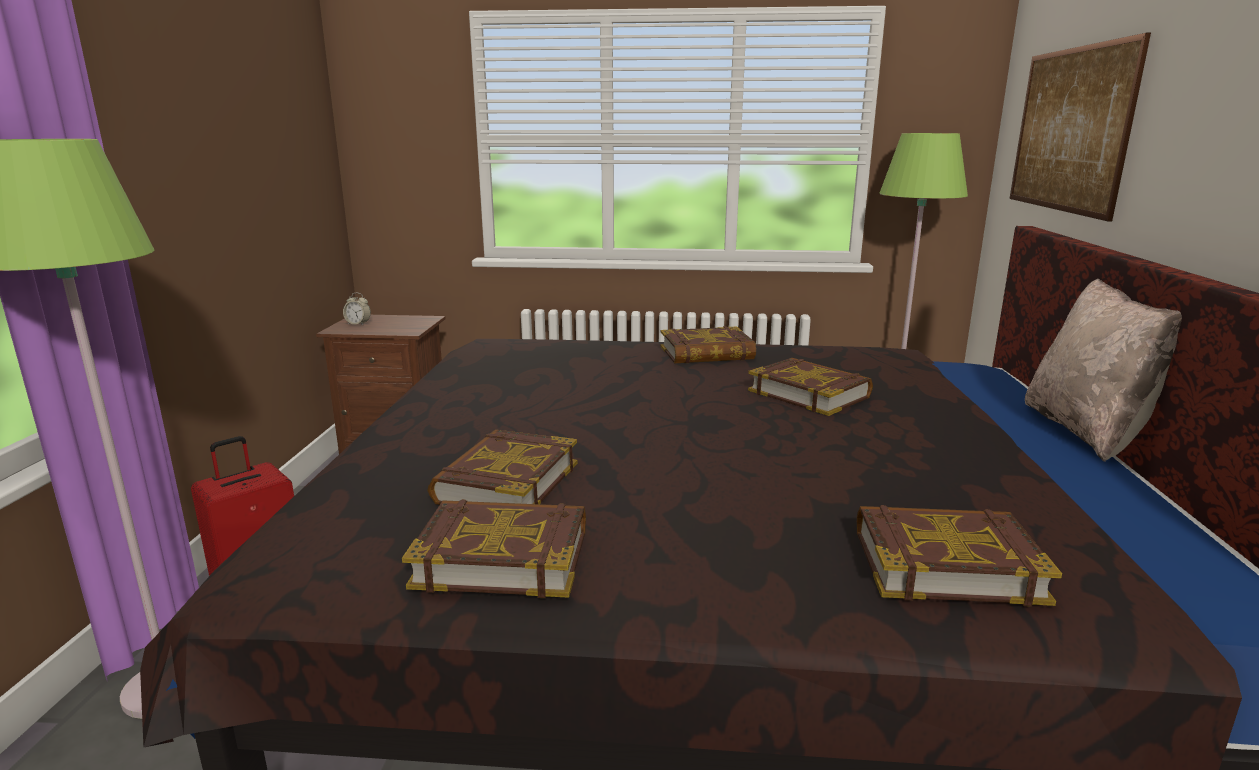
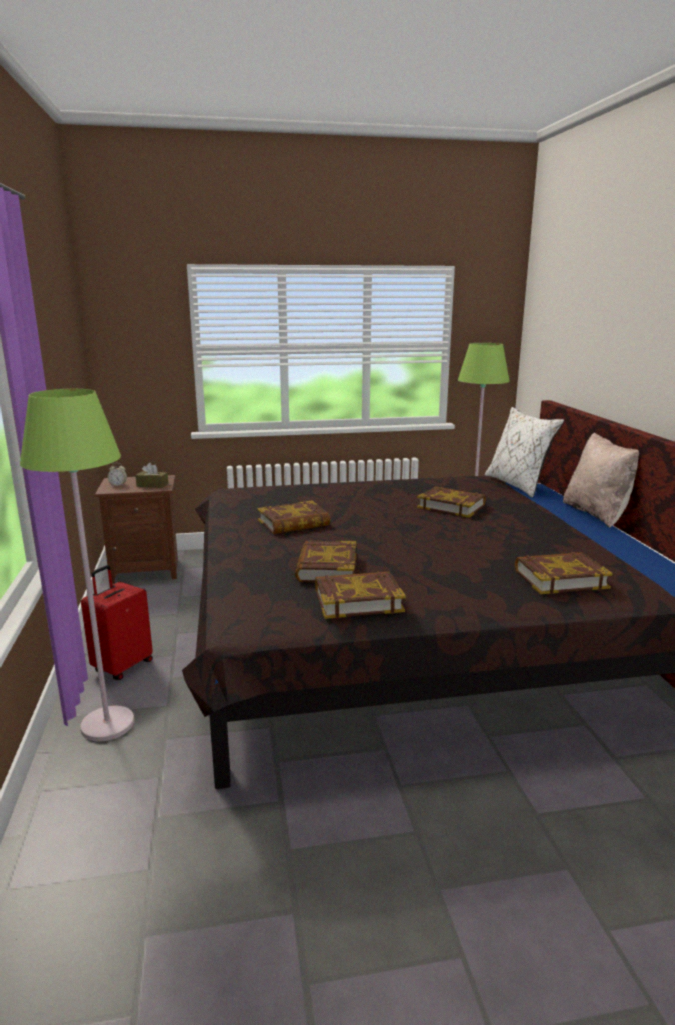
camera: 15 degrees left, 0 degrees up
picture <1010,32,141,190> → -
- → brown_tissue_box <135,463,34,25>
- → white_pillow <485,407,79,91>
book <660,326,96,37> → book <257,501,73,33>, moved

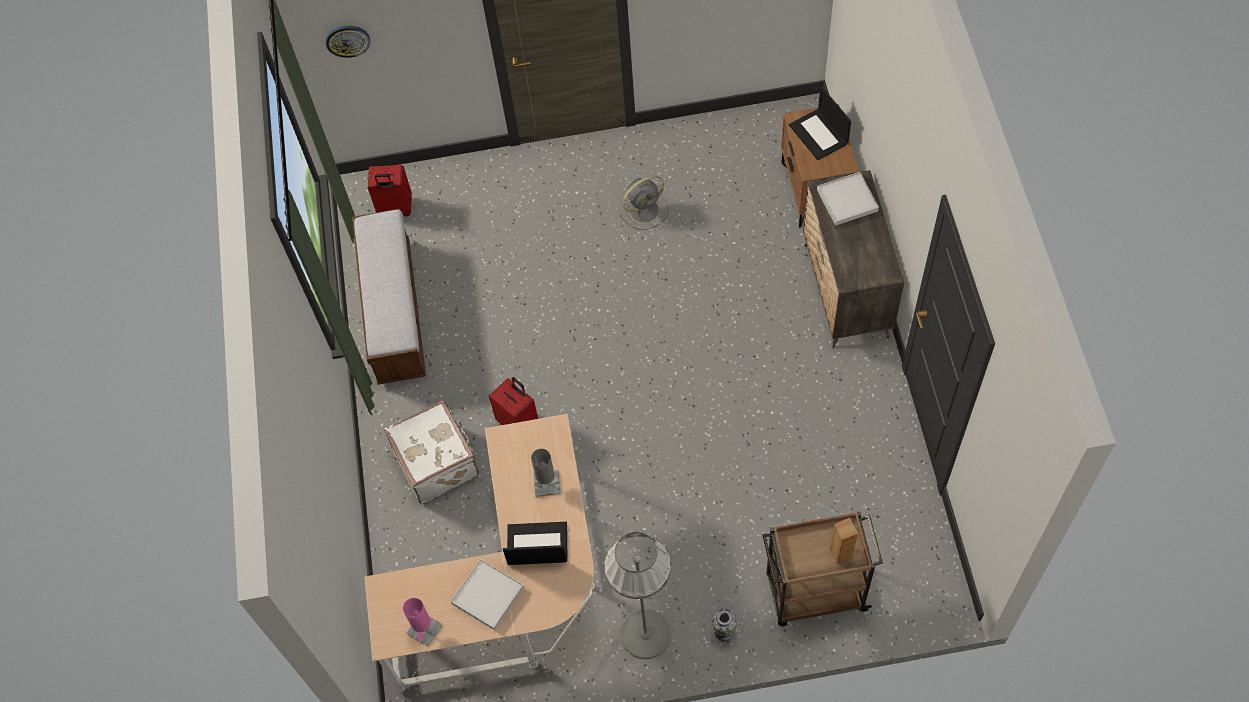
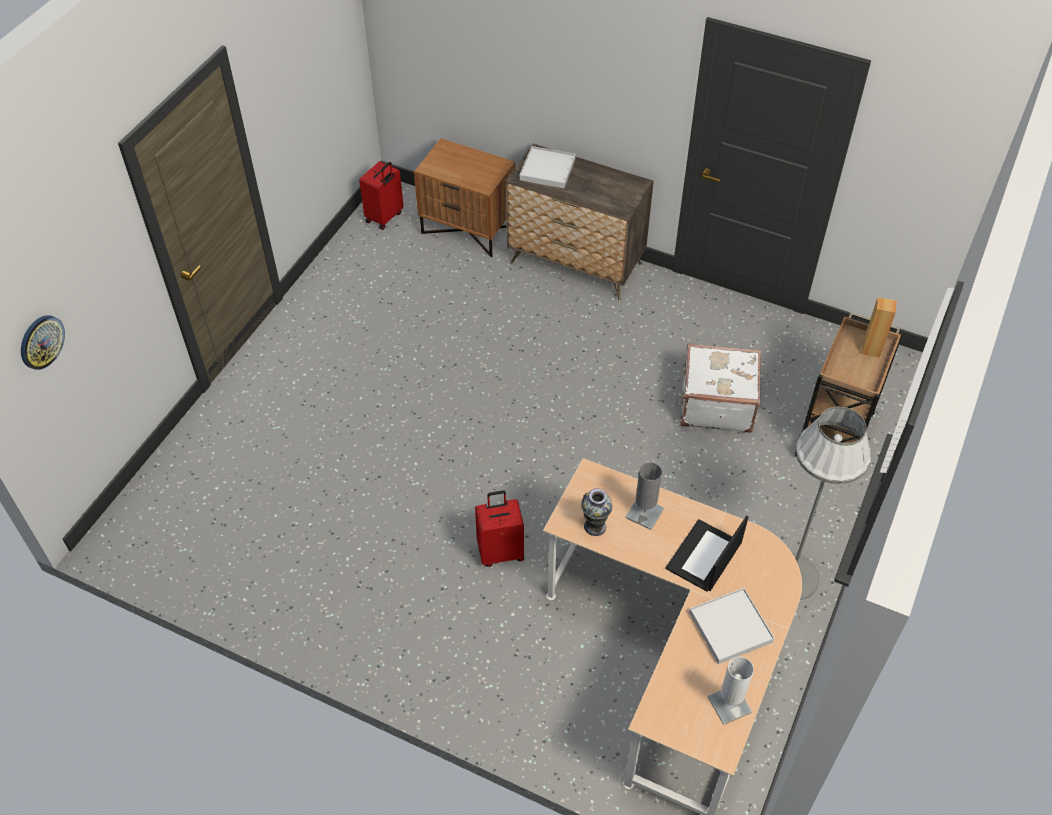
camera: 60 degrees left, 10 degrees down
bench <352,209,74,176> → -
grey_fan <619,176,49,54> → -
laptop <789,87,62,73> → -
red_suitcase <368,165,44,51> → red_suitcase <359,161,45,69>, moved
white_suitcase <384,400,95,104> → white_suitcase <680,343,81,90>, moved
vase <712,608,26,33> → vase <581,489,31,47>, moved
pink_table_lamp <403,598,40,49> → white_table_lamp <708,657,46,68>

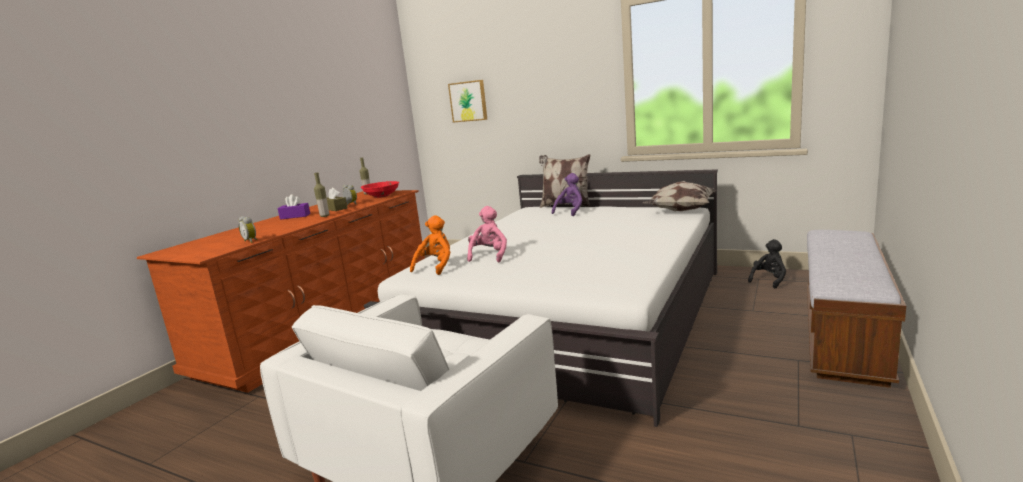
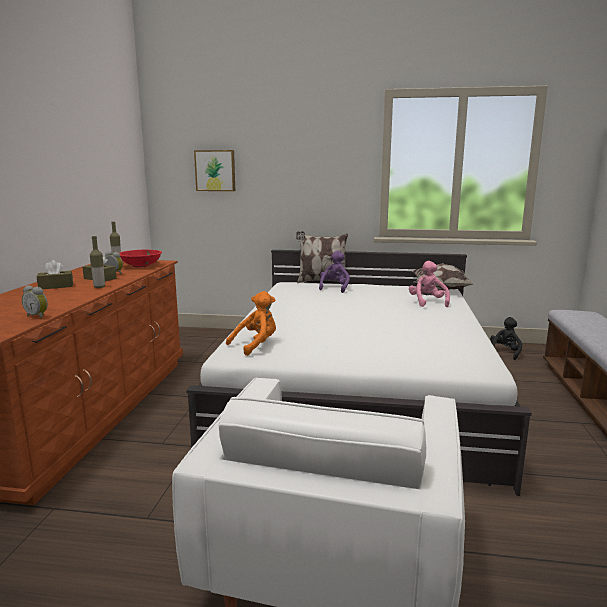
camera: 20 degrees left, 0 degrees up
pink_plush_toy <467,206,40,56> → pink_plush_toy <409,261,41,46>, moved
purple_tissue_box <278,194,32,26> → brown_tissue_box <37,260,36,29>
orange_plush_toy <410,215,41,60> → orange_plush_toy <226,291,50,65>, 45 degrees clockwise

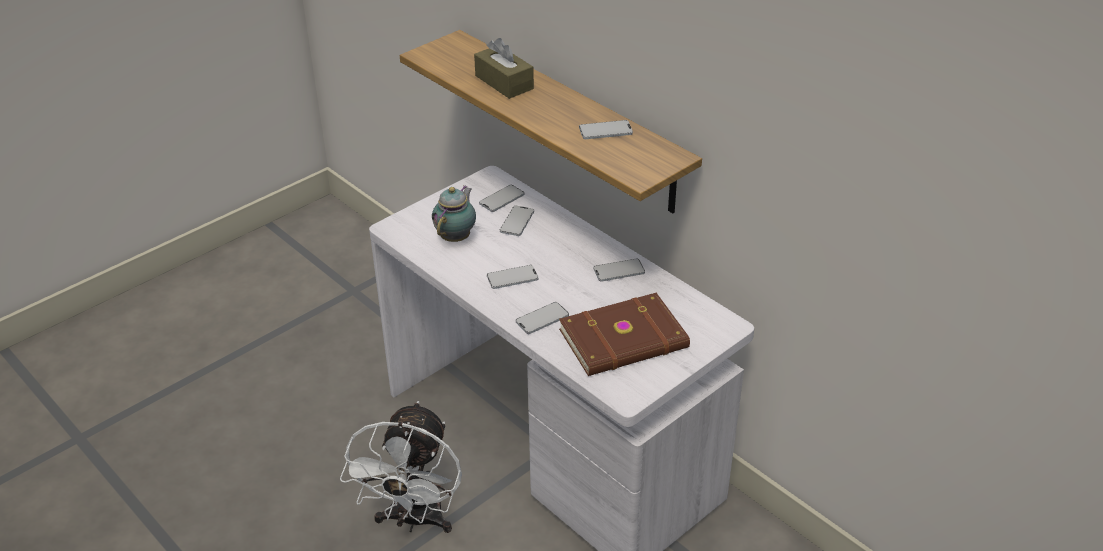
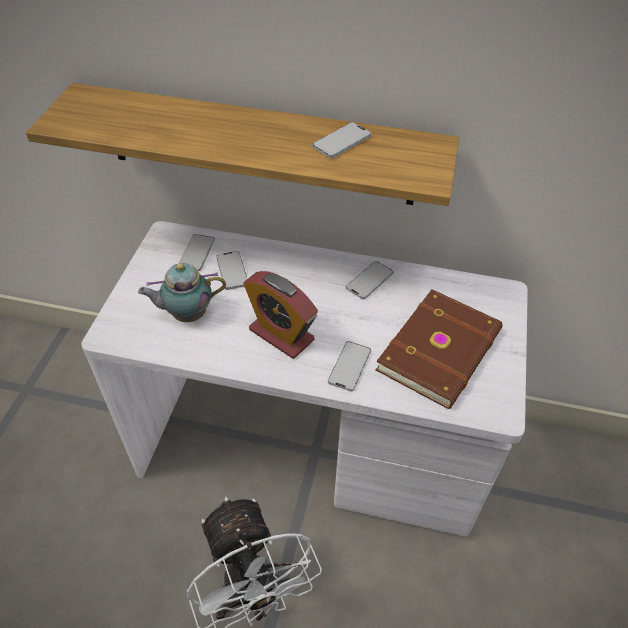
camera: 35 degrees left, 10 degrees up
brown_tissue_box <474,38,60,61> → -
phone <487,265,51,24> → alarm_clock <244,271,74,88>
teapot <432,186,44,56> → teapot <138,263,88,59>, 90 degrees counterclockwise

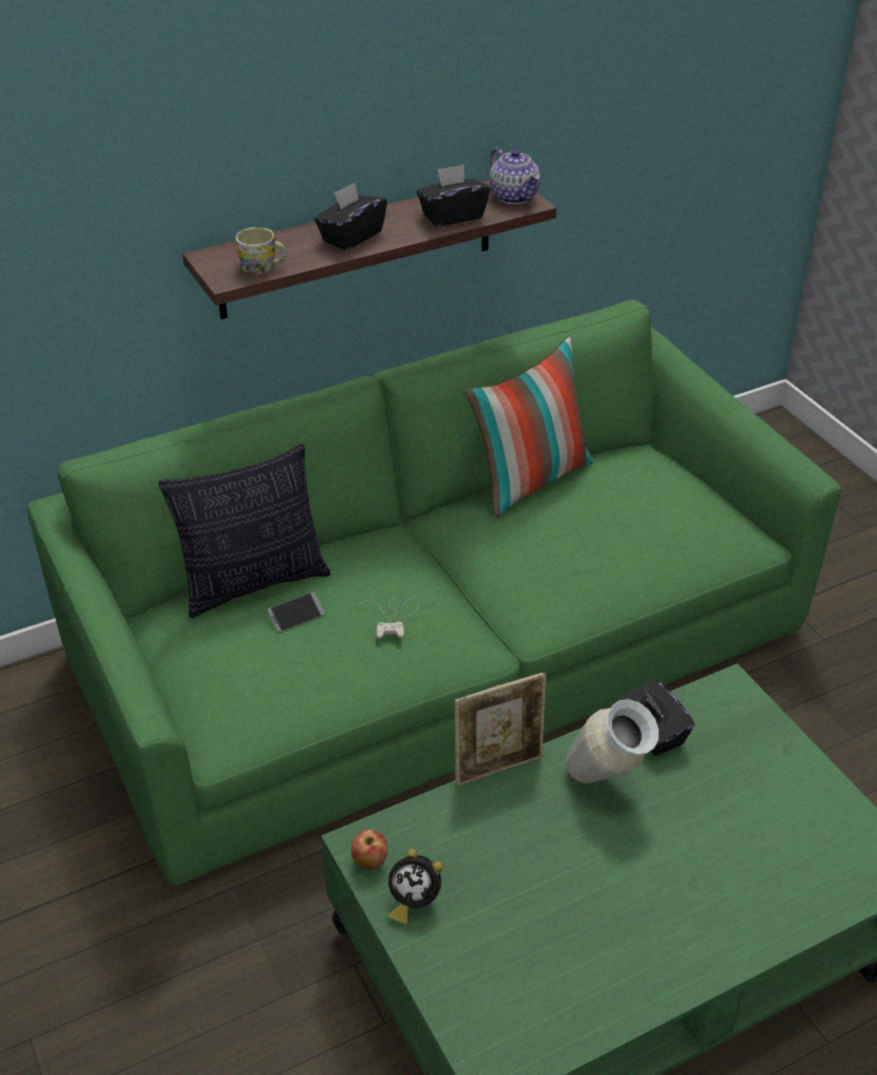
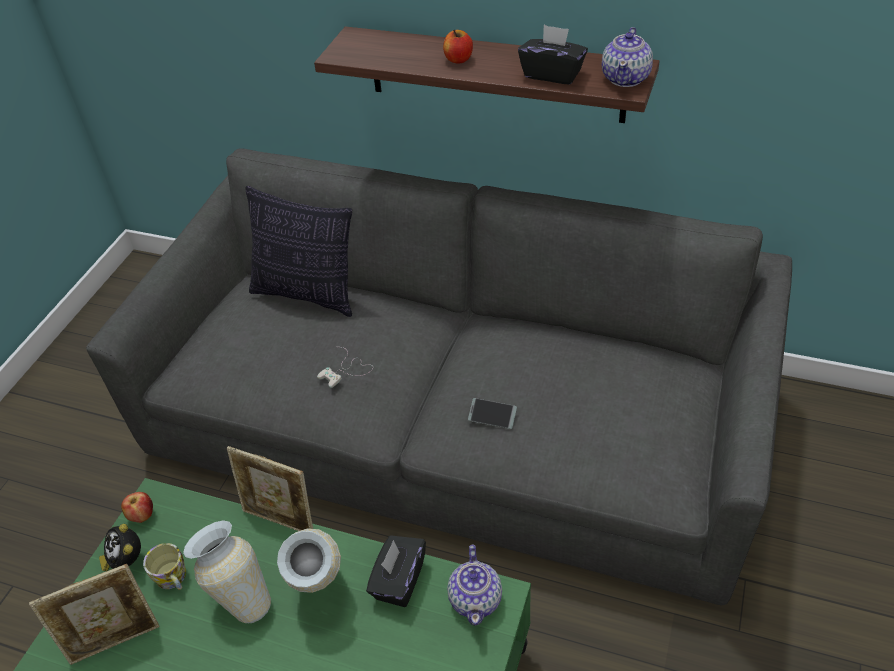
camera: 50 degrees right, 5 degrees up
pillow <465,337,129,180> → -
- → picture_frame <29,564,131,101>
- → vase <183,521,88,102>
- → teapot <447,545,55,81>
mug <235,227,52,47> → mug <143,543,43,47>, moved
phone <268,592,57,40> → phone <468,398,49,31>, moved
black_tissue_box <314,182,73,68> → apple <443,30,30,34>
green_sofa <27,300,815,586> → grey_sofa <86,148,706,457>

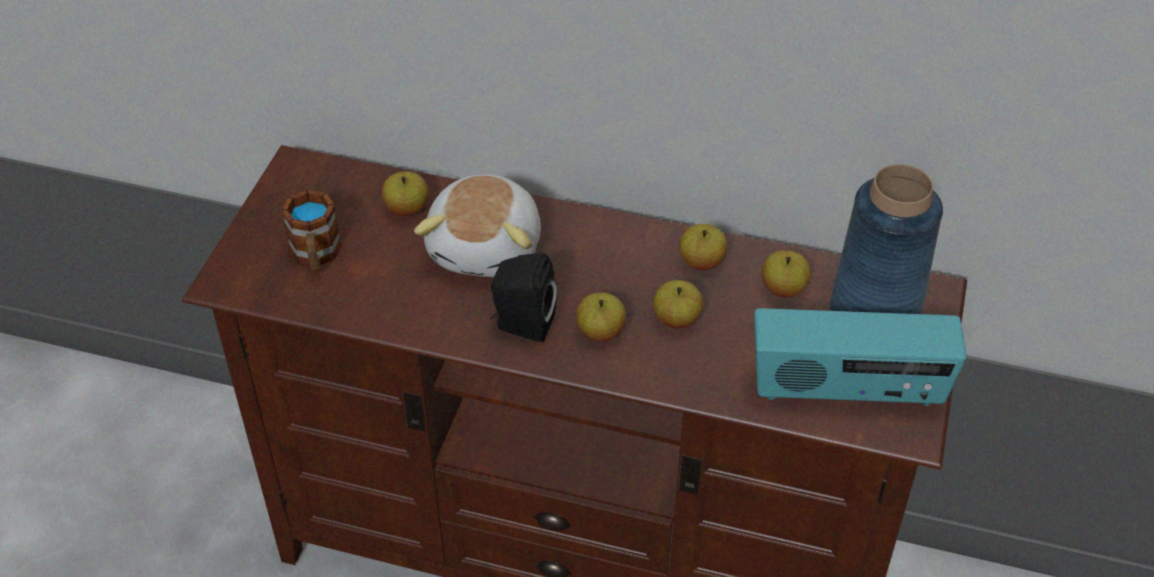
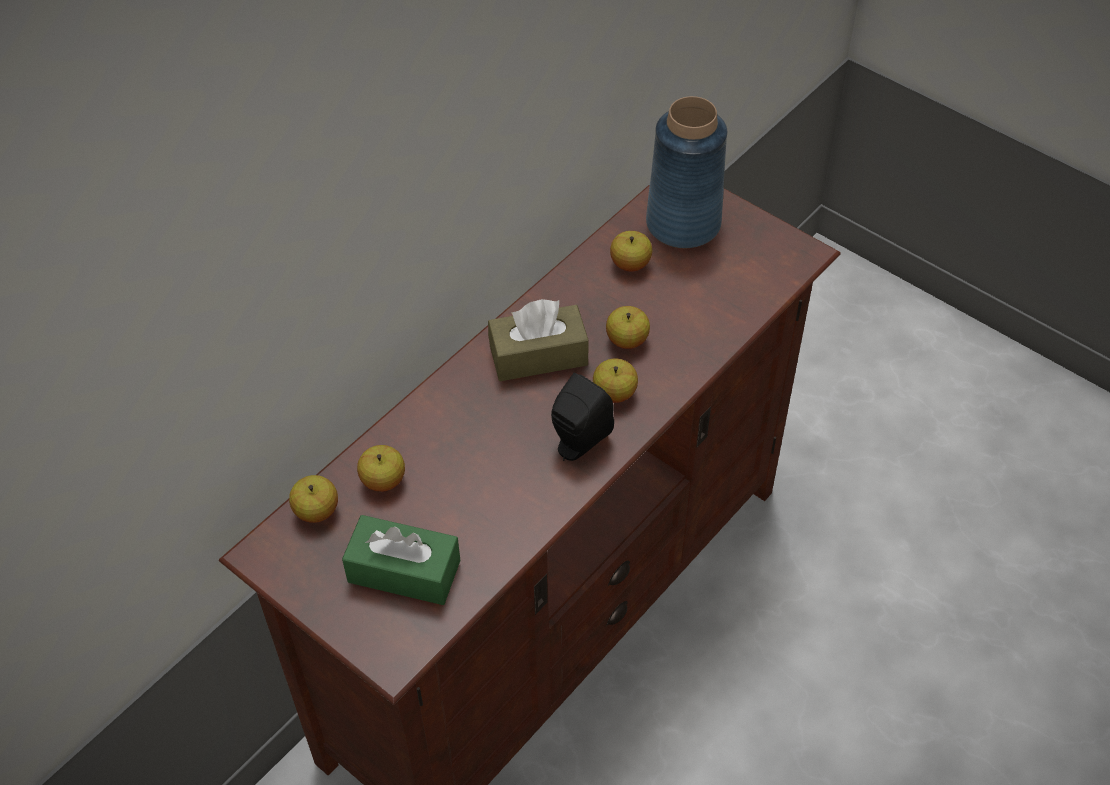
camera: 65 degrees left, 5 degrees up
plush_toy <414,174,127,103> → -
radio <754,308,213,98> → -
- → brown_tissue_box <488,299,101,82>
apple <679,224,49,46> → apple <289,475,49,48>, moved
mug <281,190,60,82> → green_tissue_box <342,515,118,90>

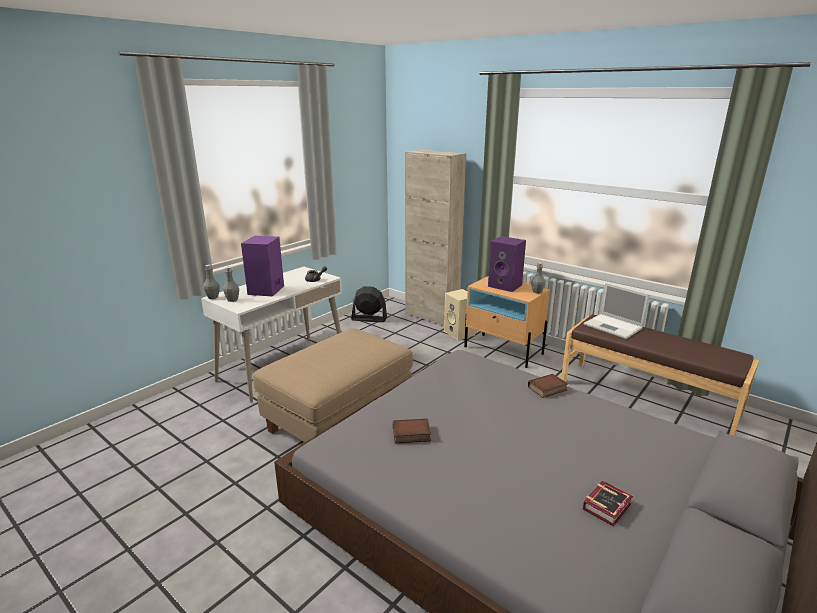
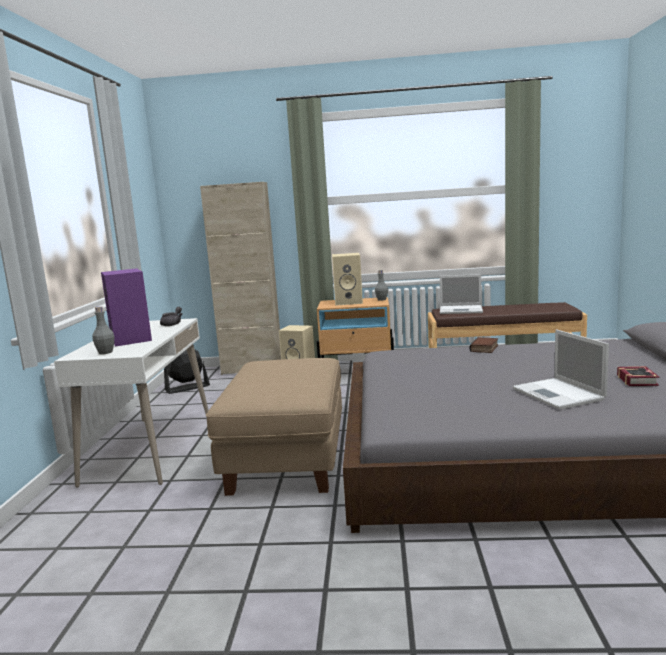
camera: 35 degrees left, 10 degrees down
grey_bottle <203,265,17,34> → -
book <393,419,38,24> → -
- → laptop <513,329,96,81>
purple_speaker <488,236,38,56> → beige_speaker <332,253,31,53>

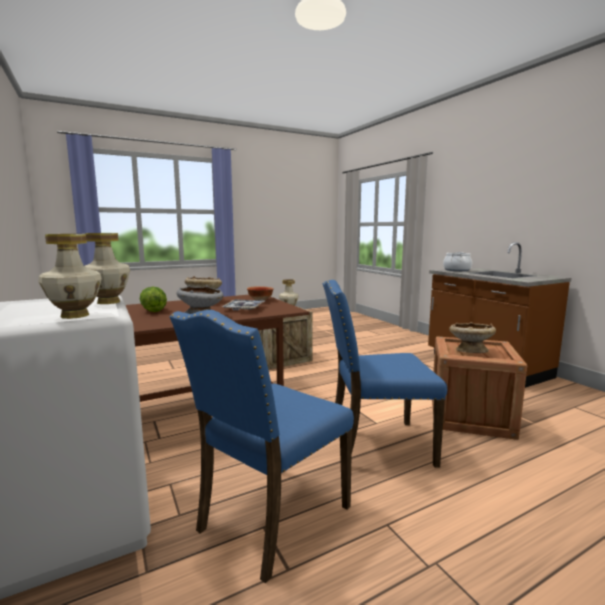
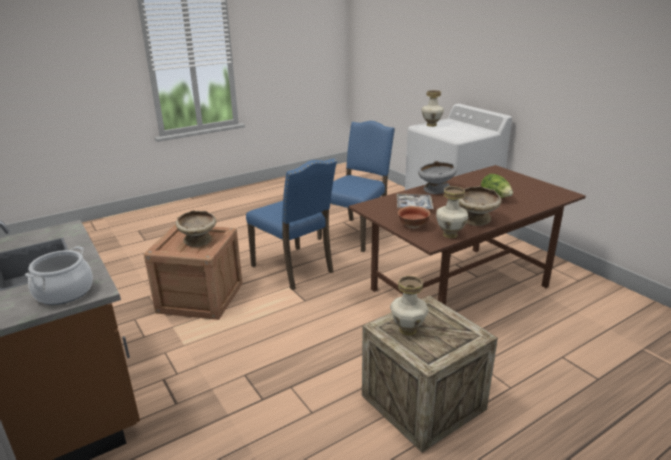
camera: 175 degrees right, 15 degrees up
vase <85,233,45,71> → vase <436,186,32,52>, moved
blue_chair <322,280,125,188> → blue_chair <246,158,91,132>, 60 degrees clockwise

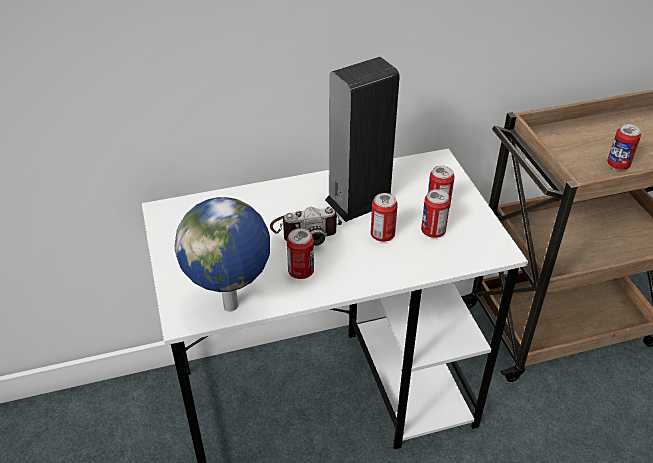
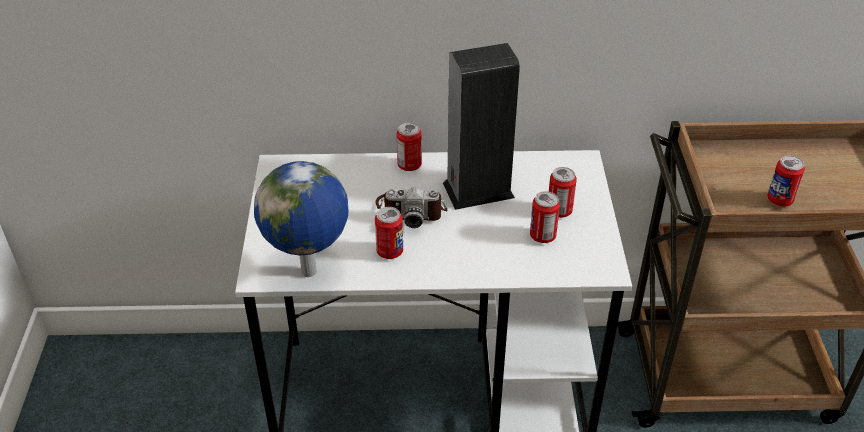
camera: 15 degrees right, 0 degrees up
can <371,193,27,49> → can <397,123,25,48>, moved

